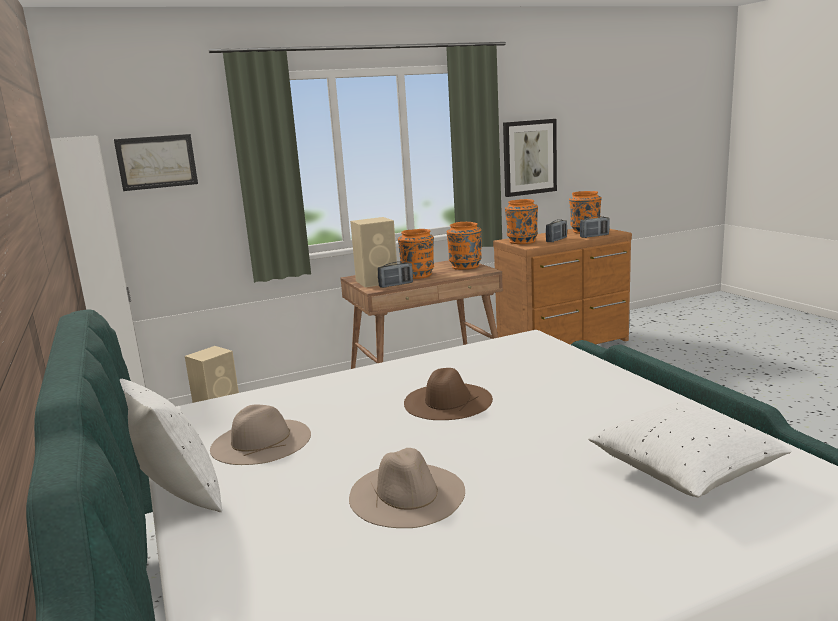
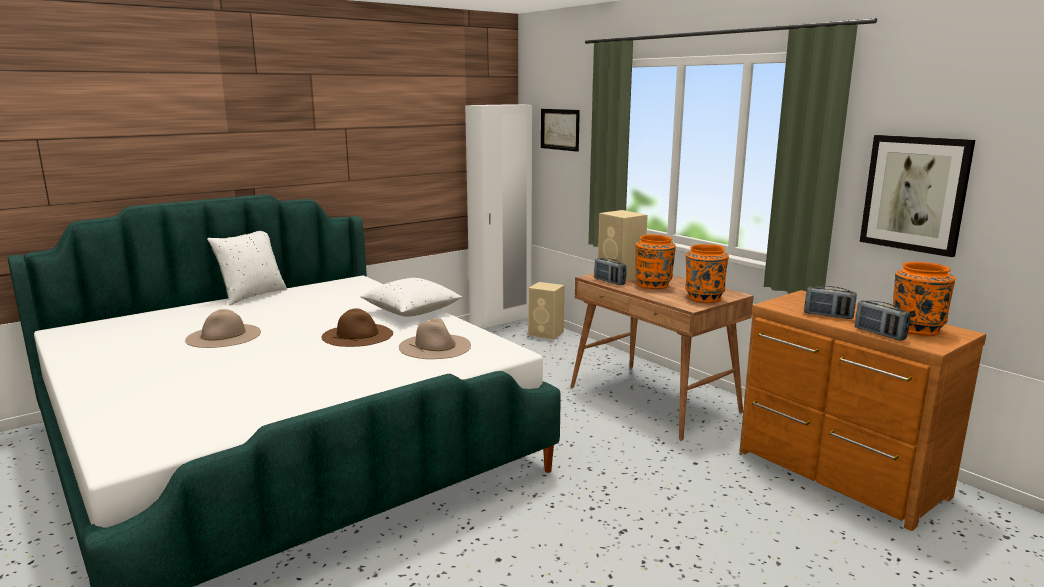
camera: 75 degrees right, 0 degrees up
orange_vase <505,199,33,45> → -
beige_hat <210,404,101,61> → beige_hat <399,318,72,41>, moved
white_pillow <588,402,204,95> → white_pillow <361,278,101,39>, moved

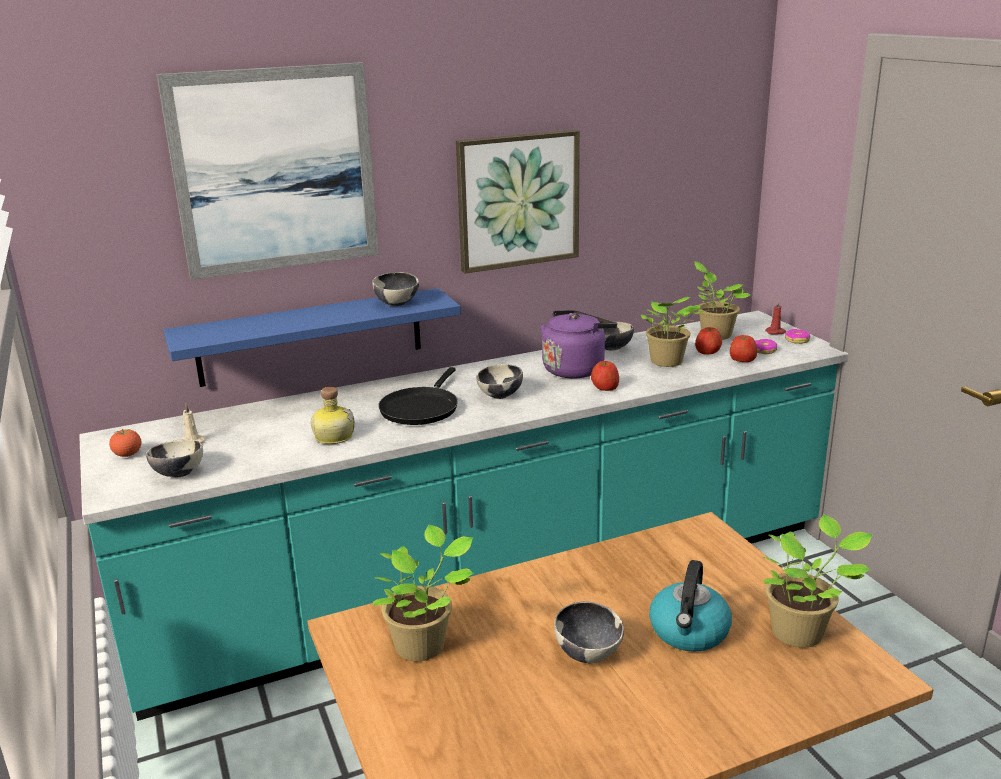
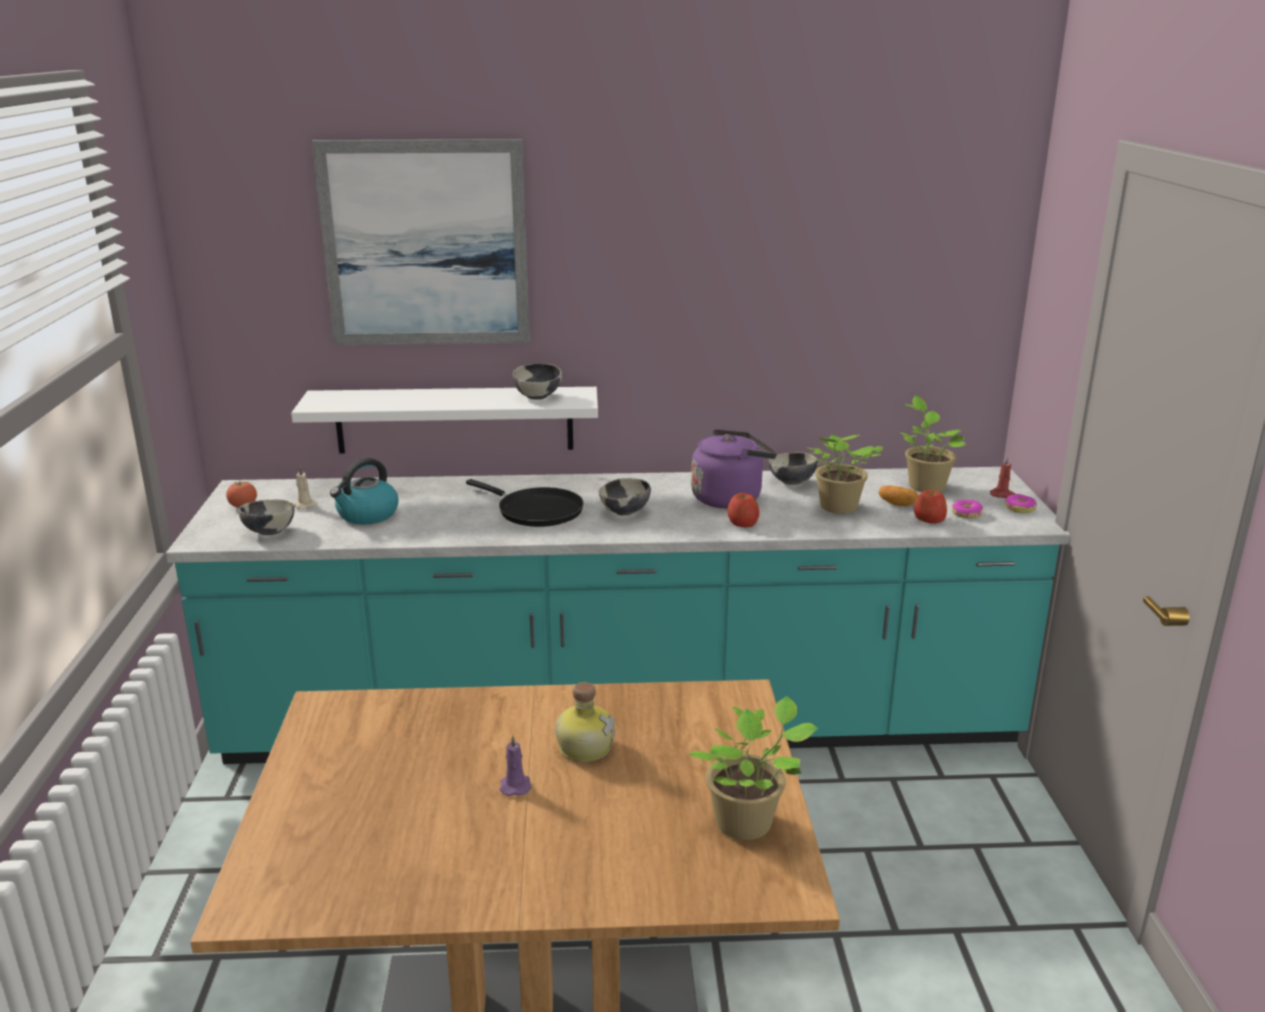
camera: 20 degrees right, 0 degrees up
potted_plant <373,525,100,136> → -
picture <456,130,124,144> → -
bottle <310,387,45,57> → bottle <555,682,60,80>, moved
kettle <649,560,83,92> → kettle <330,458,69,66>, moved
bowl <554,601,70,62> → purple_candle <500,735,32,61>
apple <695,327,27,28> → potato <879,485,40,21>
blue_shelf <164,288,297,99> → white_shelf <291,387,307,66>
black_frying_pan <378,367,80,58> → black_frying_pan <466,479,118,48>, 90 degrees counterclockwise

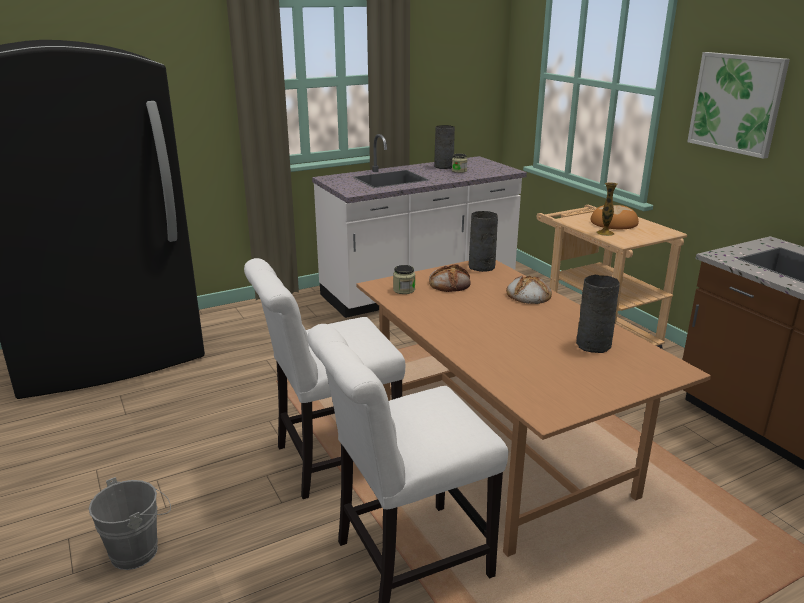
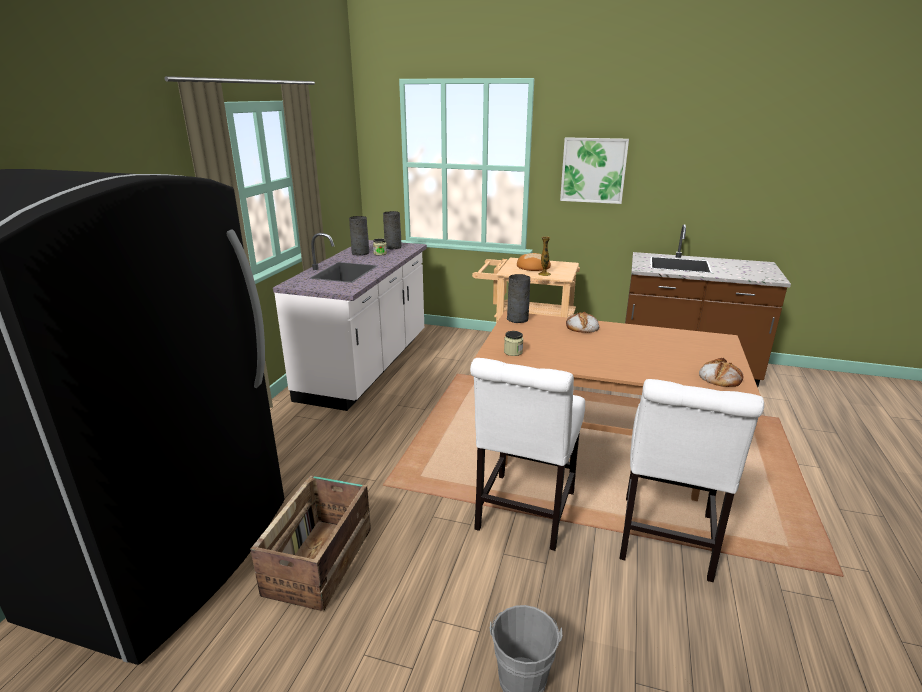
camera: 45 degrees left, 0 degrees up
- → crate <250,476,121,135>
bread <429,264,42,28> → bread <699,358,45,29>, moved
grey_vase <576,275,44,78> → grey_vase <383,211,19,38>, moved

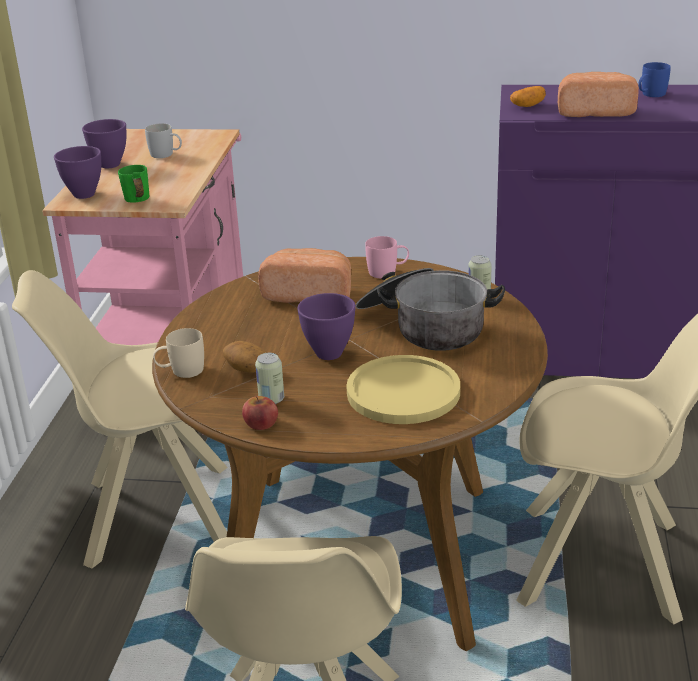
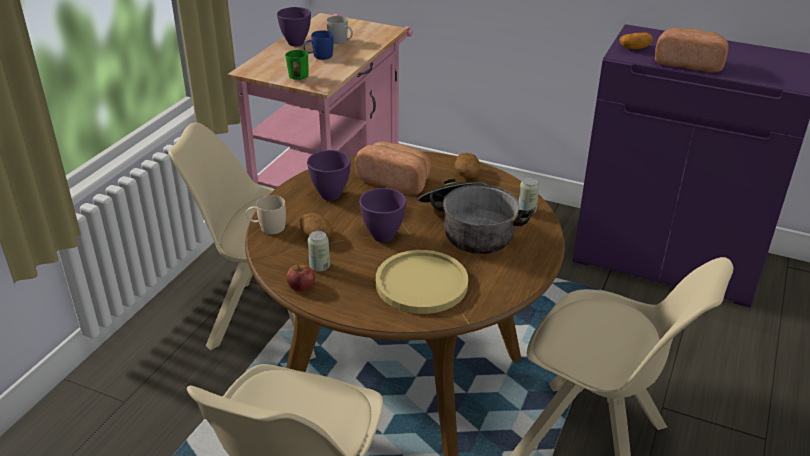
camera: 15 degrees right, 5 degrees up
purple_bowl <54,146,47,53> → purple_bowl <307,150,44,51>, moved
blue_mug <638,62,33,35> → blue_mug <304,30,29,30>, moved
pink_mug <365,236,44,42> → potato <454,153,26,25>

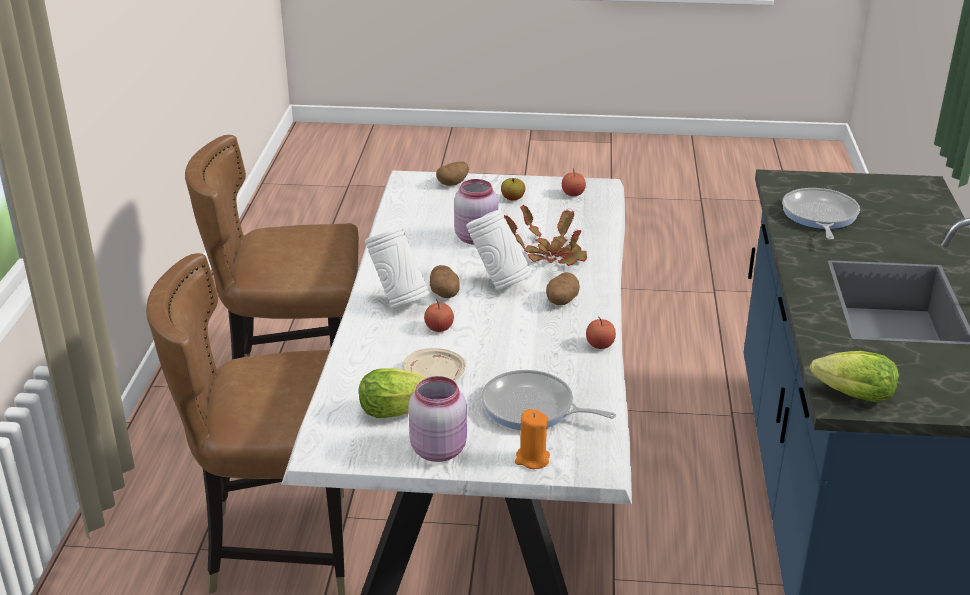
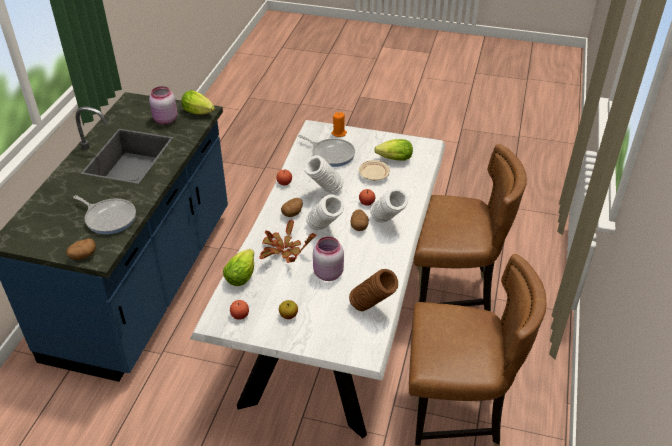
camera: 170 degrees left, 10 degrees up
- → lettuce <223,249,31,37>
- → white_vase <304,155,39,39>
- → brown_vase <349,269,49,42>
pink_jar <408,376,59,86> → pink_jar <149,86,29,38>, moved
potato <436,161,33,25> → potato <66,239,30,21>, moved
frying_pan <782,188,78,52> → frying_pan <73,195,63,39>, 75 degrees counterclockwise

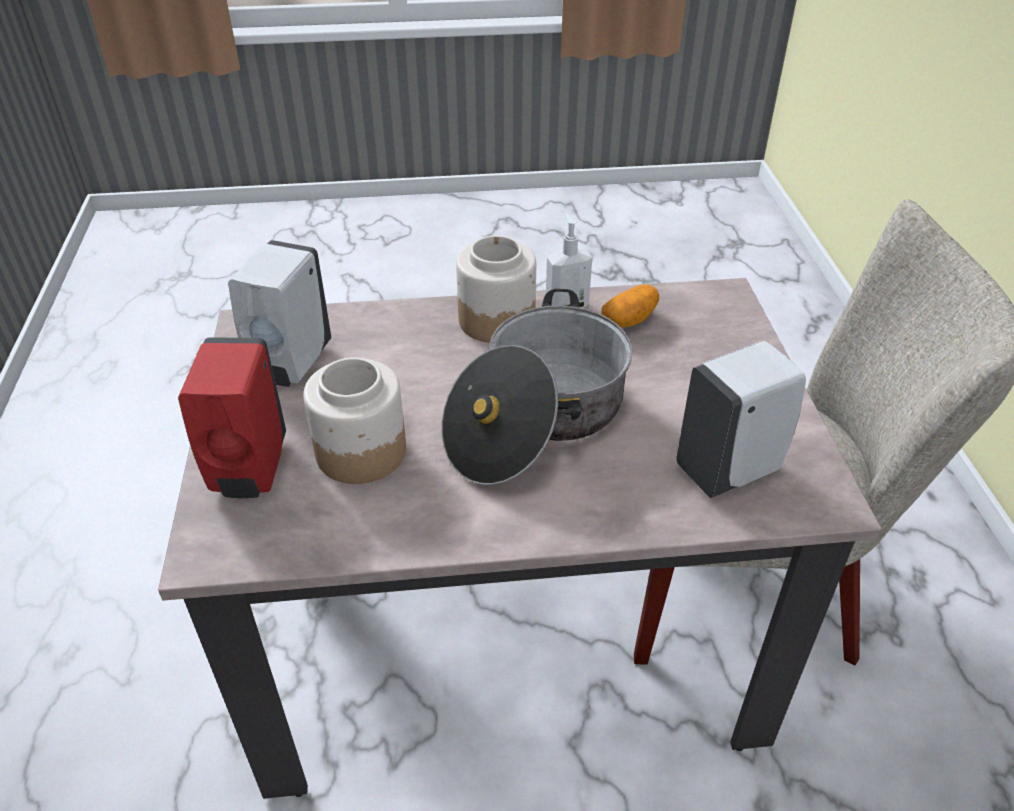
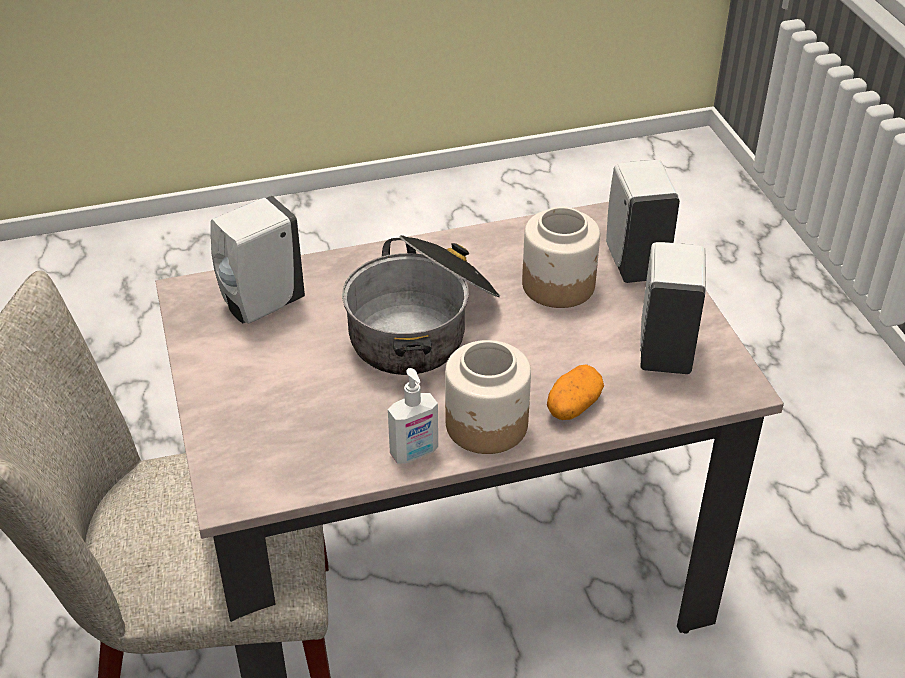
camera: 170 degrees right, 0 degrees up
potato <601,284,58,43> → potato <547,364,57,56>, moved
red_soap_dispenser <178,337,108,161> → white_soap_dispenser <606,160,74,123>

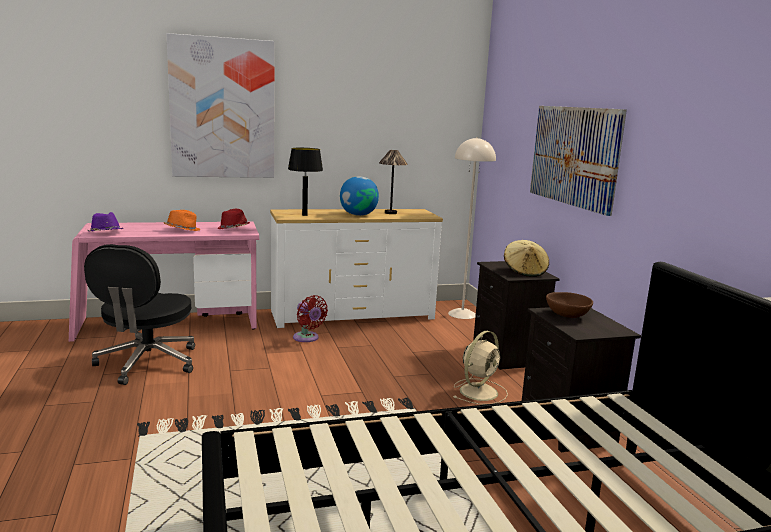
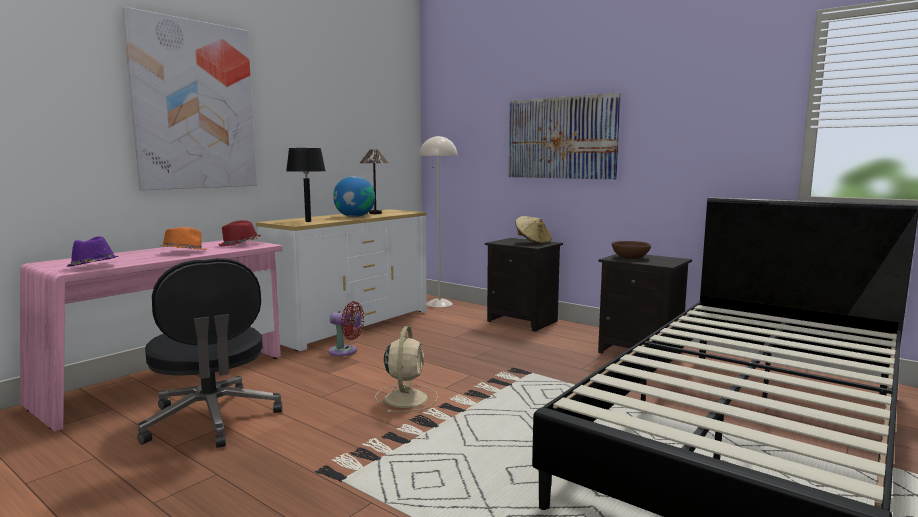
camera: 35 degrees left, 5 degrees down
beige_fan <454,331,54,74> → beige_fan <375,326,63,87>, moved

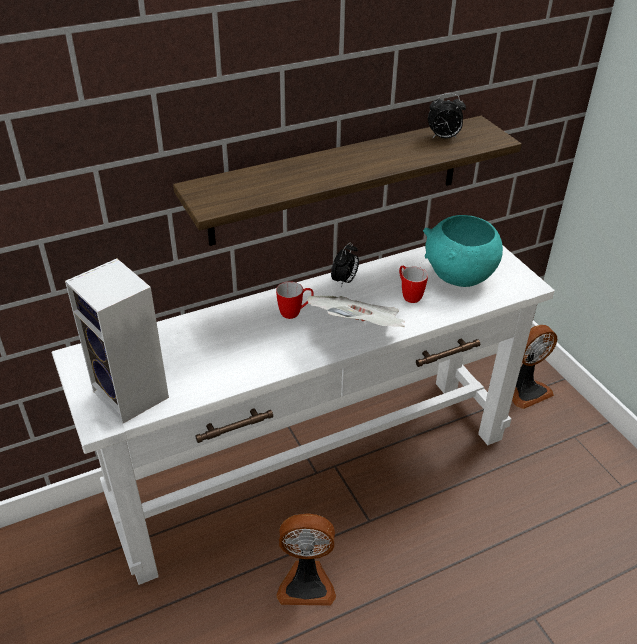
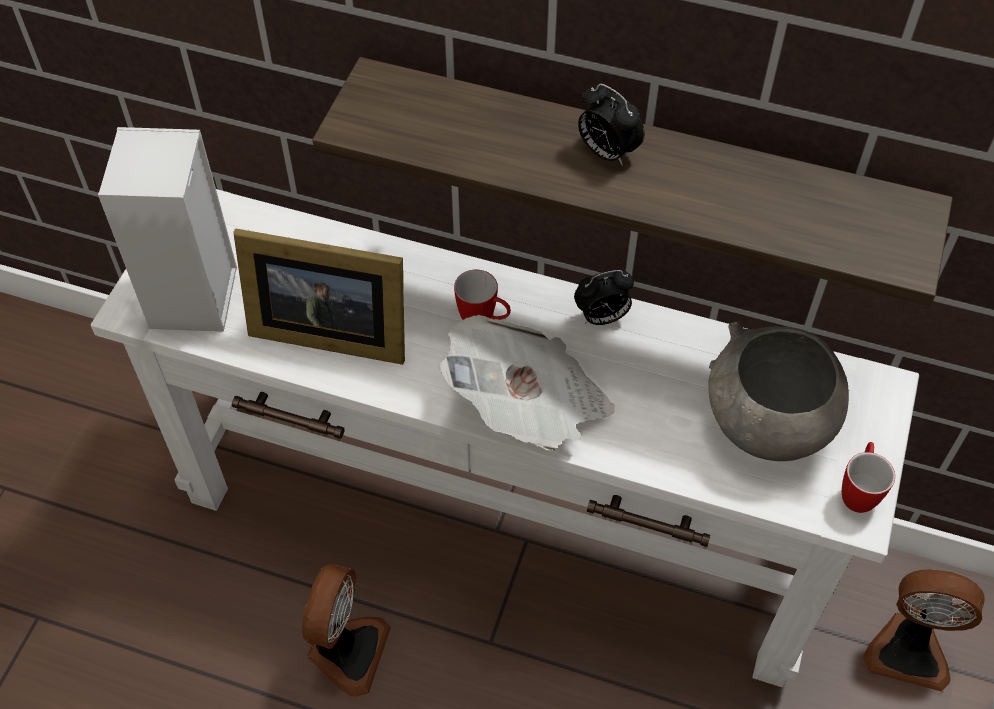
camera: 45 degrees right, 15 degrees up
- → picture_frame <233,228,172,137>
mug <399,266,29,37> → mug <842,442,53,71>, moved
alarm_clock <428,93,38,46> → alarm_clock <578,84,67,82>, moved
turquoise_bowl <423,215,80,72> → grey_bowl <708,322,141,139>
fan <276,513,60,93> → fan <302,563,89,134>, 120 degrees counterclockwise

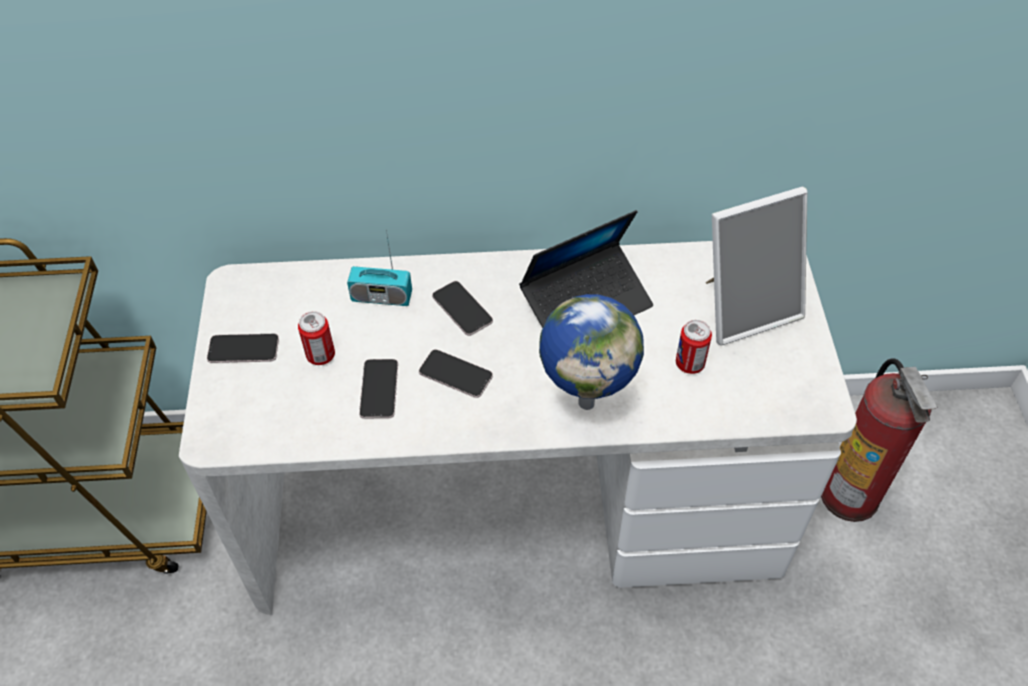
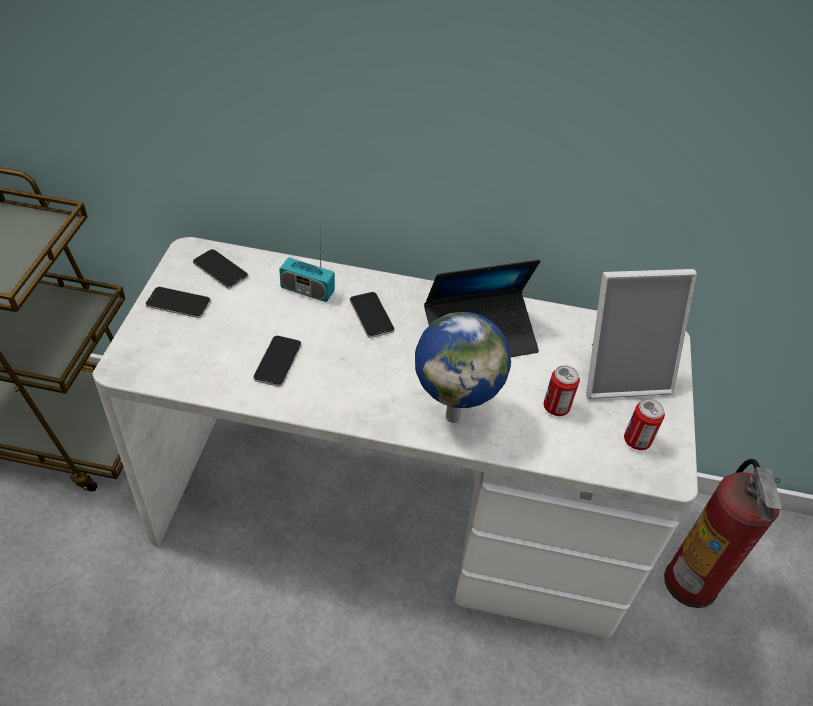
camera: 10 degrees right, 5 degrees down
can <298,312,37,53> → can <624,399,41,51>, moved
phone <419,349,74,49> → phone <193,249,55,40>, moved

